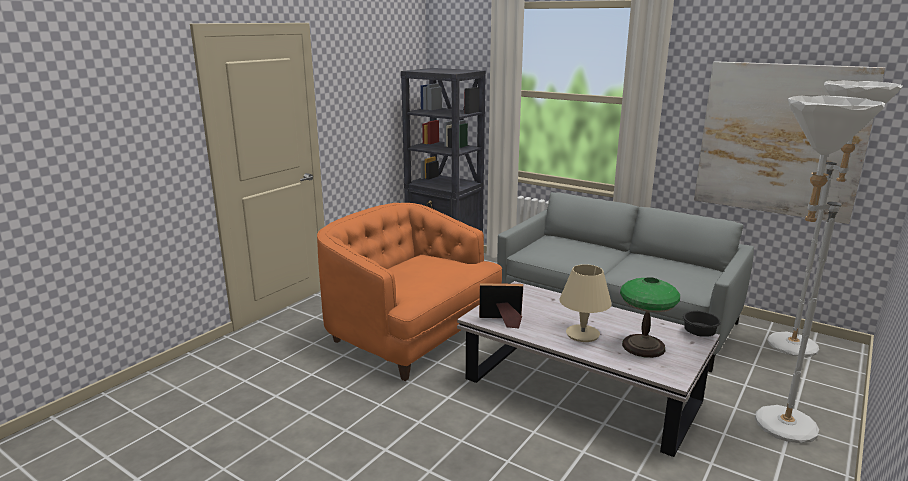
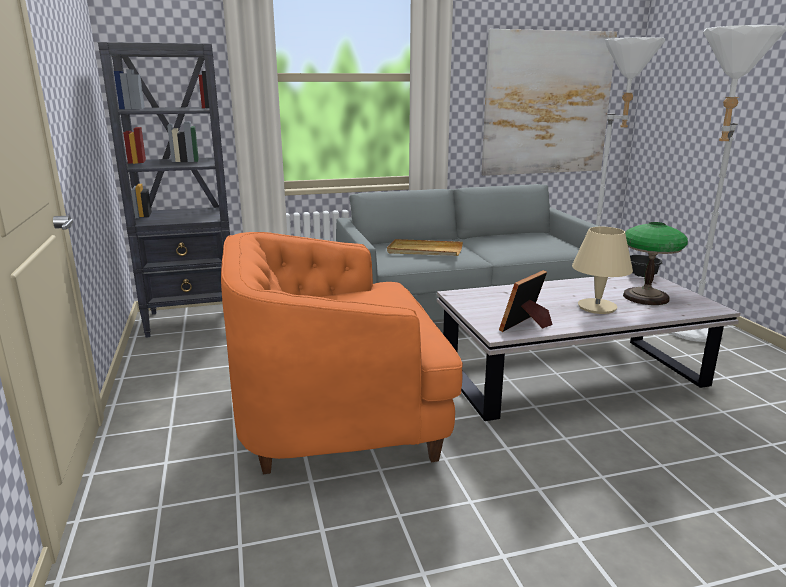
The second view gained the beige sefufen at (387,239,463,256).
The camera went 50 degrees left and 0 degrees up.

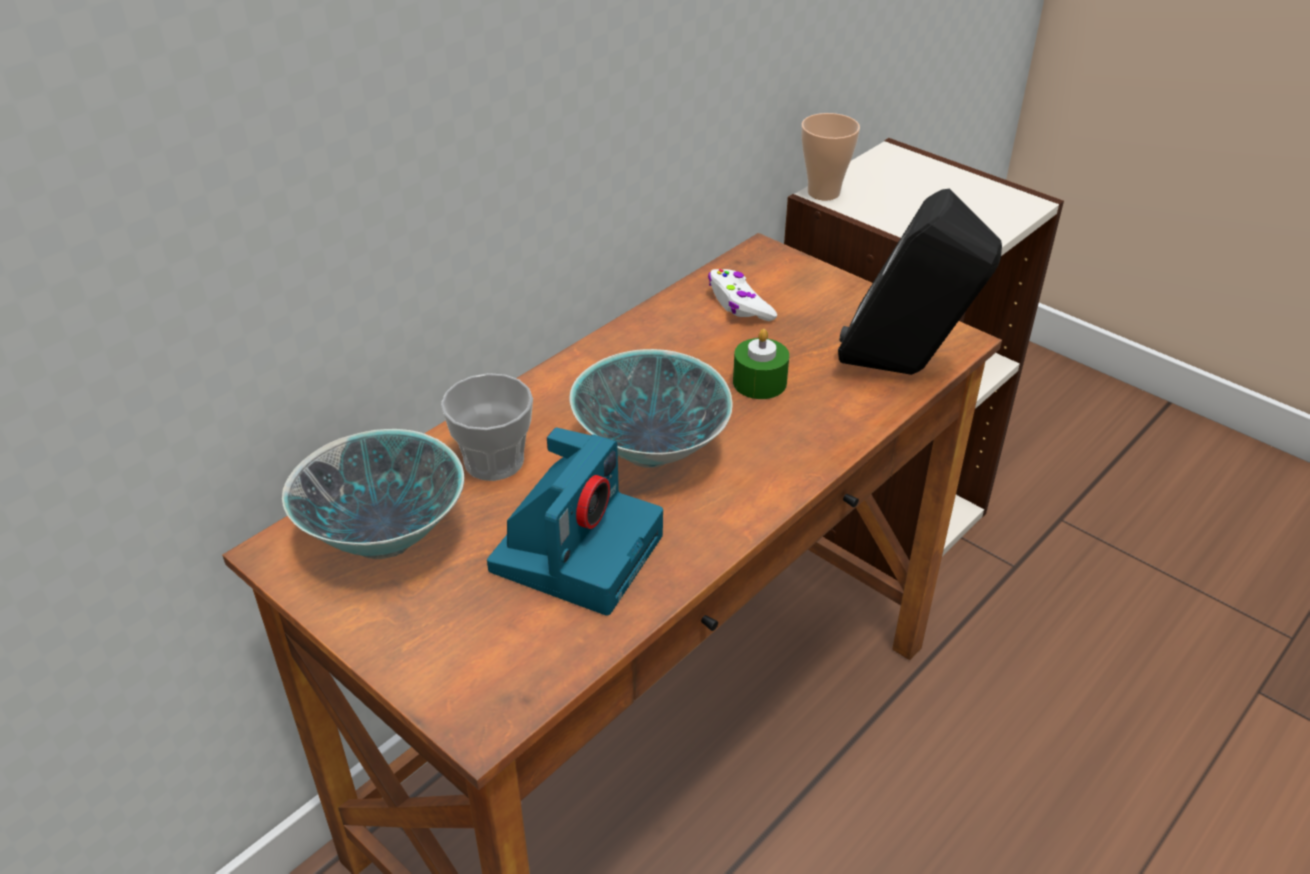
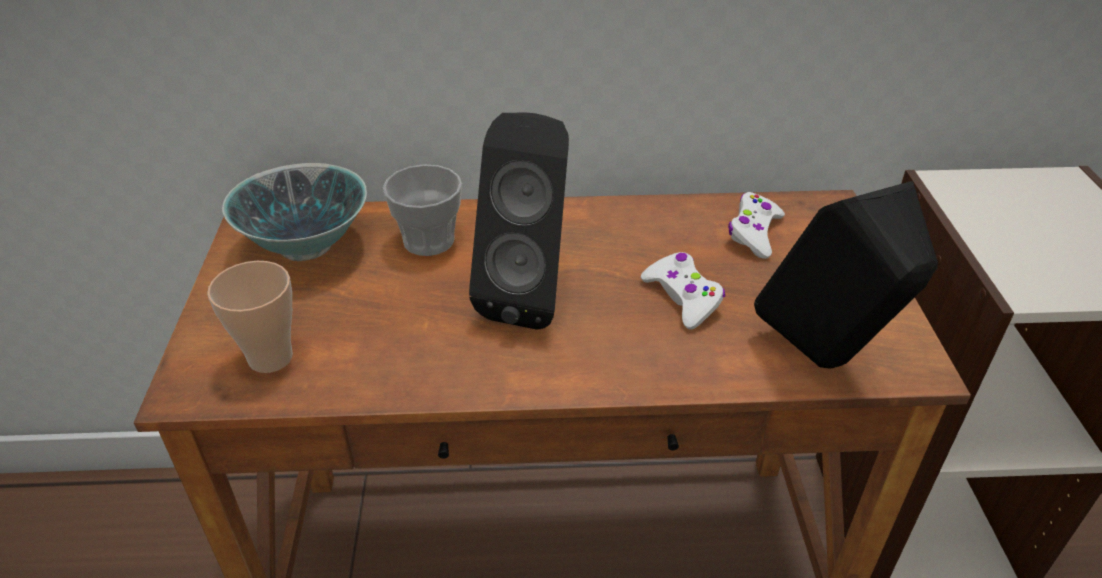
The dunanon ended up elsewhere, having gone from (801,113,860,201) to (207,261,292,373).
Where the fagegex stood at (570,349,733,468), the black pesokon came to stand at (469,112,569,330).
Where the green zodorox stood at (733,329,789,399), the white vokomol came to stand at (641,252,725,329).
The second view lost the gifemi at (487,427,663,616).
The camera went 45 degrees right and 0 degrees up.

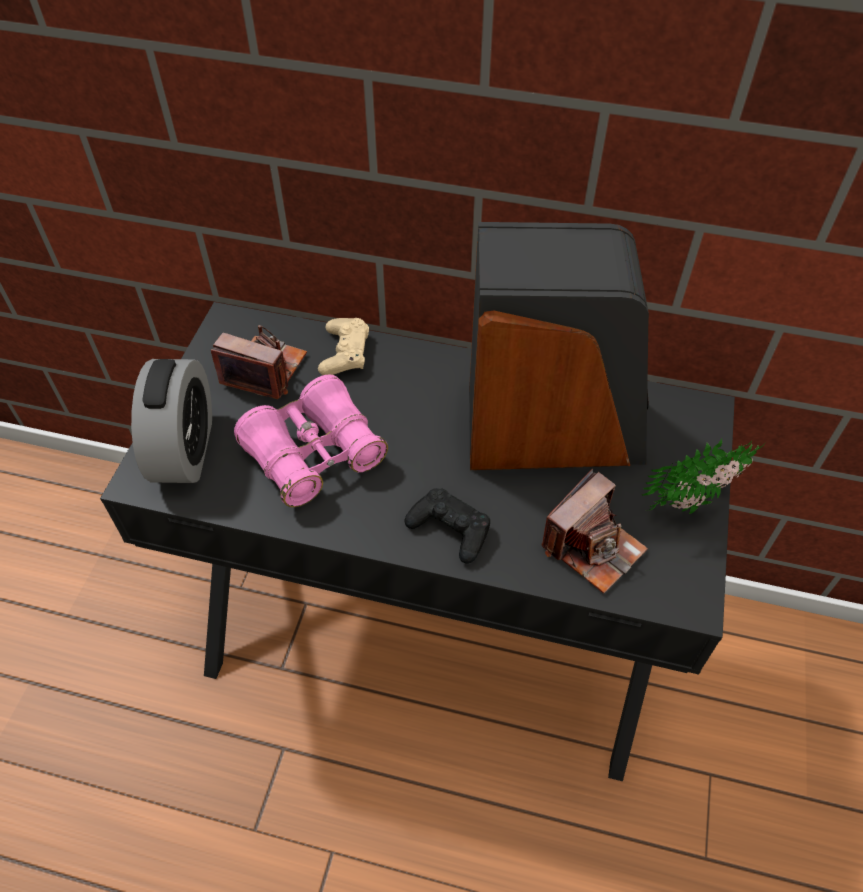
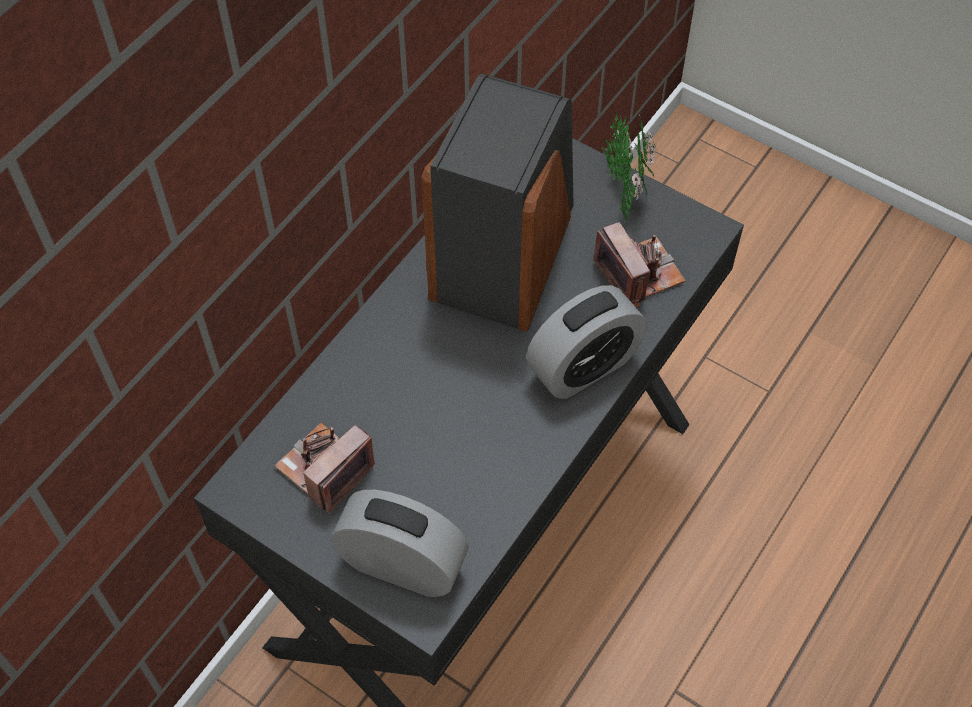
Where the black vokomol stood at (404,488,490,564), the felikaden came to stand at (526,285,647,399).
The second view lost the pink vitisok at (234,374,388,507).
The second view lost the beige vokomol at (318,318,369,375).
The camera went 70 degrees left and 5 degrees up.

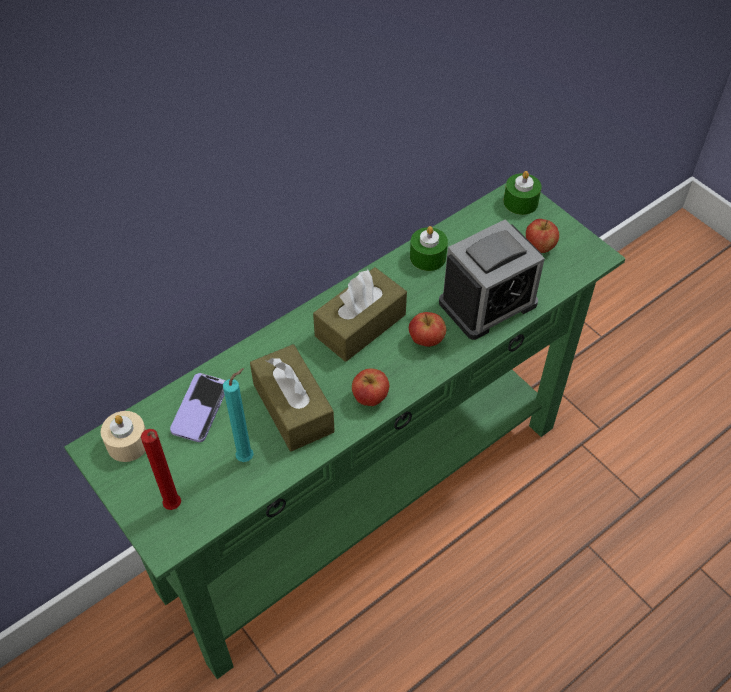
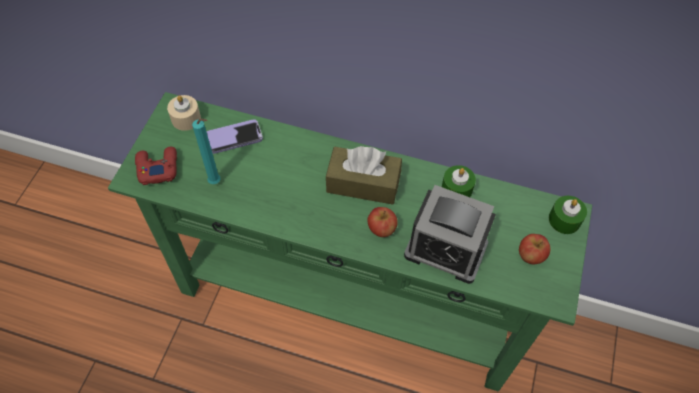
Where the red zodorox stood at (141,429,181,510), the red vokomol came to stand at (135,147,177,185).
The second view lost the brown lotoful at (250,344,335,451).
The second view lost the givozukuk at (352,368,389,406).
The camera went 55 degrees right and 5 degrees up.

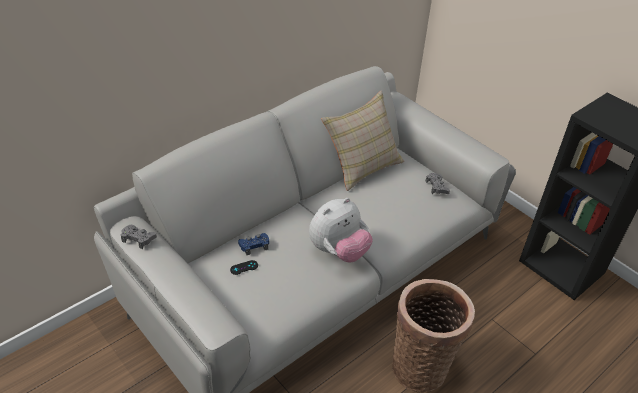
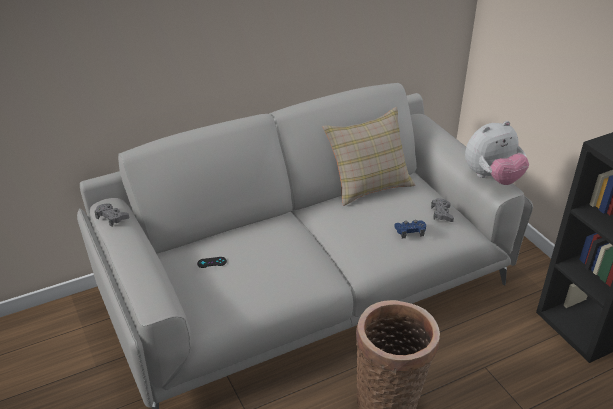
The blue vokomol ended up elsewhere, having gone from (238,233,269,255) to (394,220,426,238).
The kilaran ended up elsewhere, having gone from (309,198,373,262) to (465,121,529,185).
The camera went 15 degrees right and 5 degrees down.

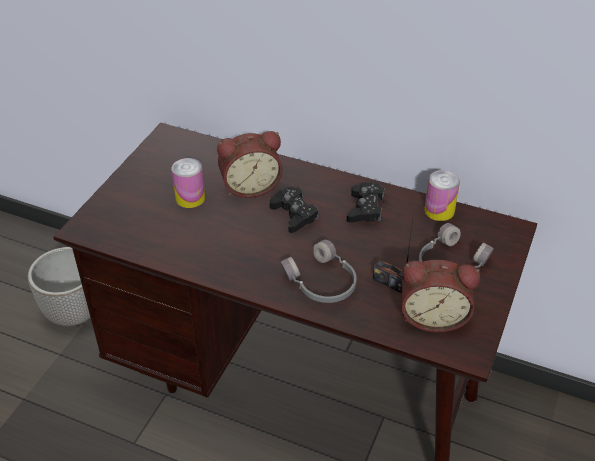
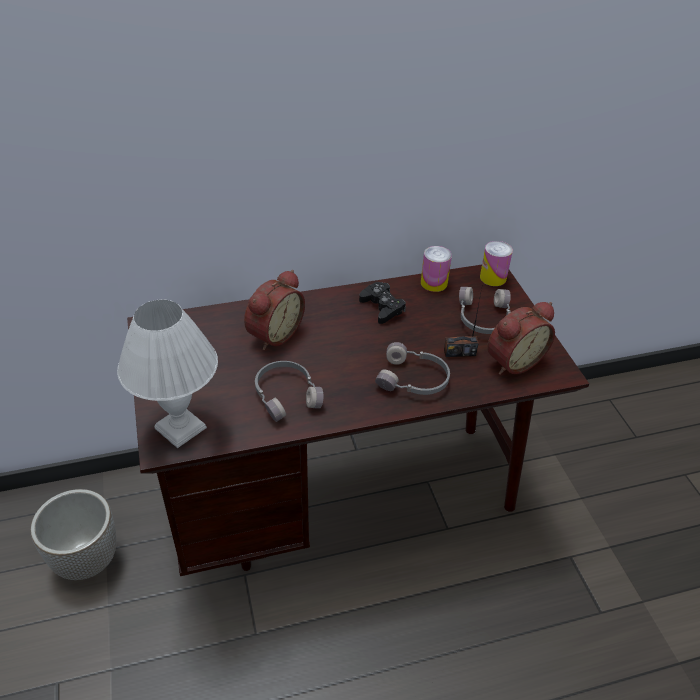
The second view gained the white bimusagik at (117,299,218,448).
The second view gained the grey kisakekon at (255,361,323,422).
The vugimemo ended up elsewhere, having gone from (172,158,205,208) to (480,241,513,286).
The second view lost the black vokomol at (270,187,319,233).
The camera went 40 degrees left and 0 degrees up.

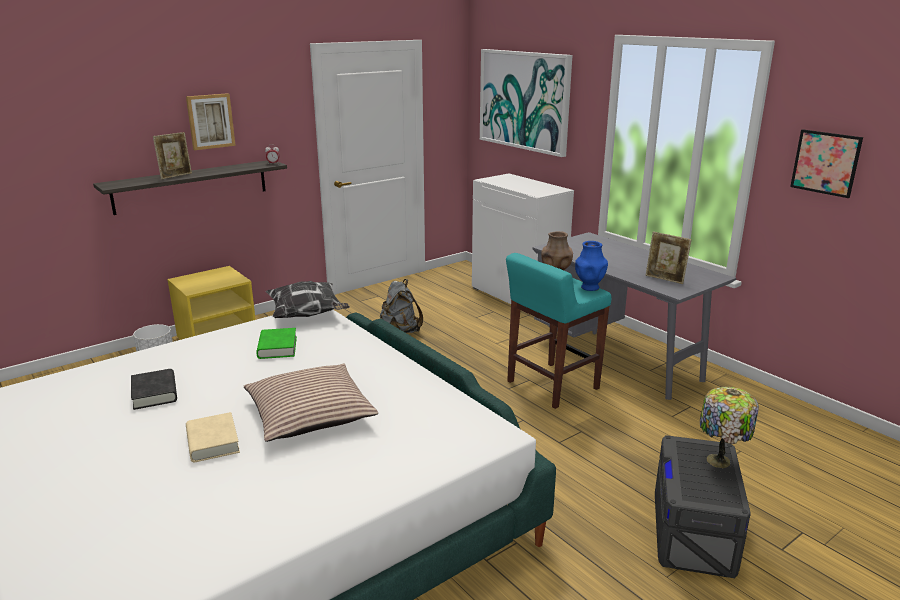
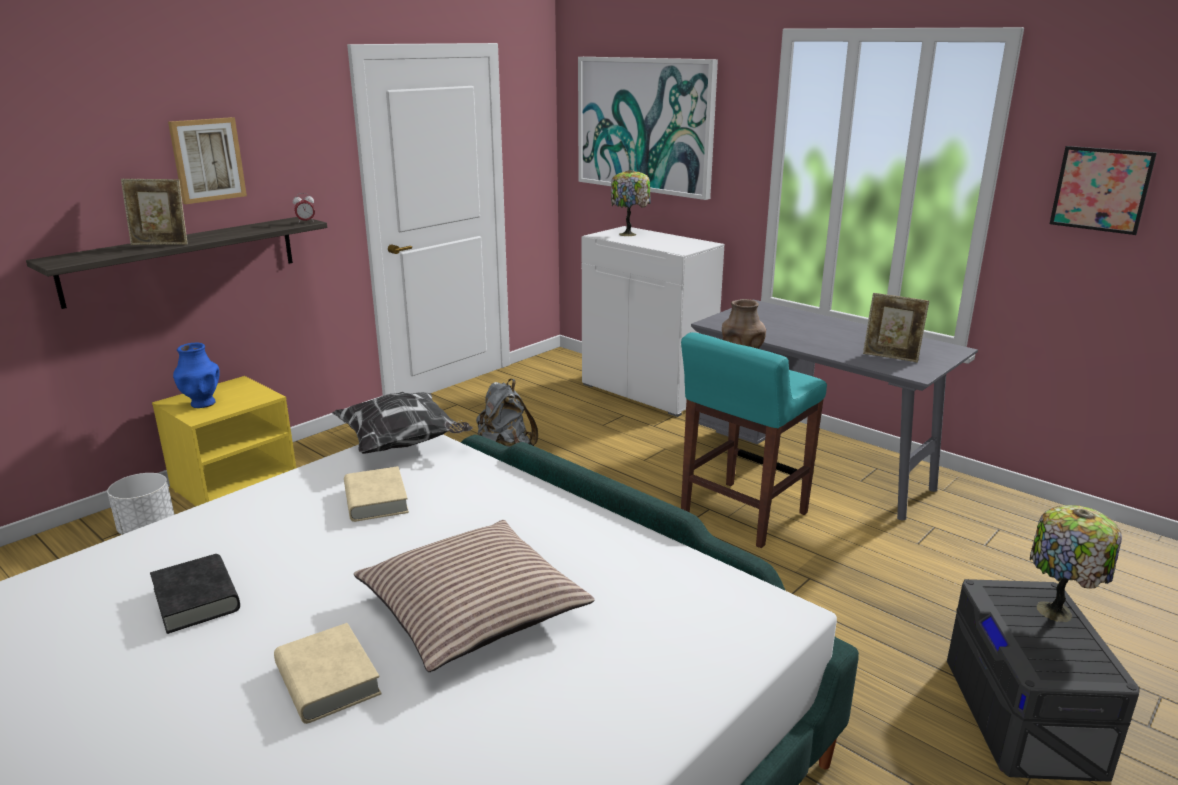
The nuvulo at (153,132,192,179) ended up facing another way, 60 degrees clockwise from before.
The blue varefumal ended up elsewhere, having gone from (575,241,608,291) to (173,343,219,408).
What was the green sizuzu at (256,328,297,359) turned into the beige sizuzu at (344,466,409,522).
The second view gained the bimusagik at (611,170,651,236).
The camera went 10 degrees left and 0 degrees up.

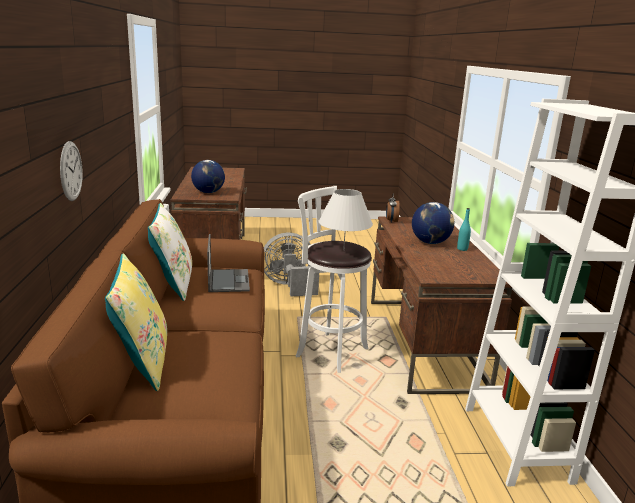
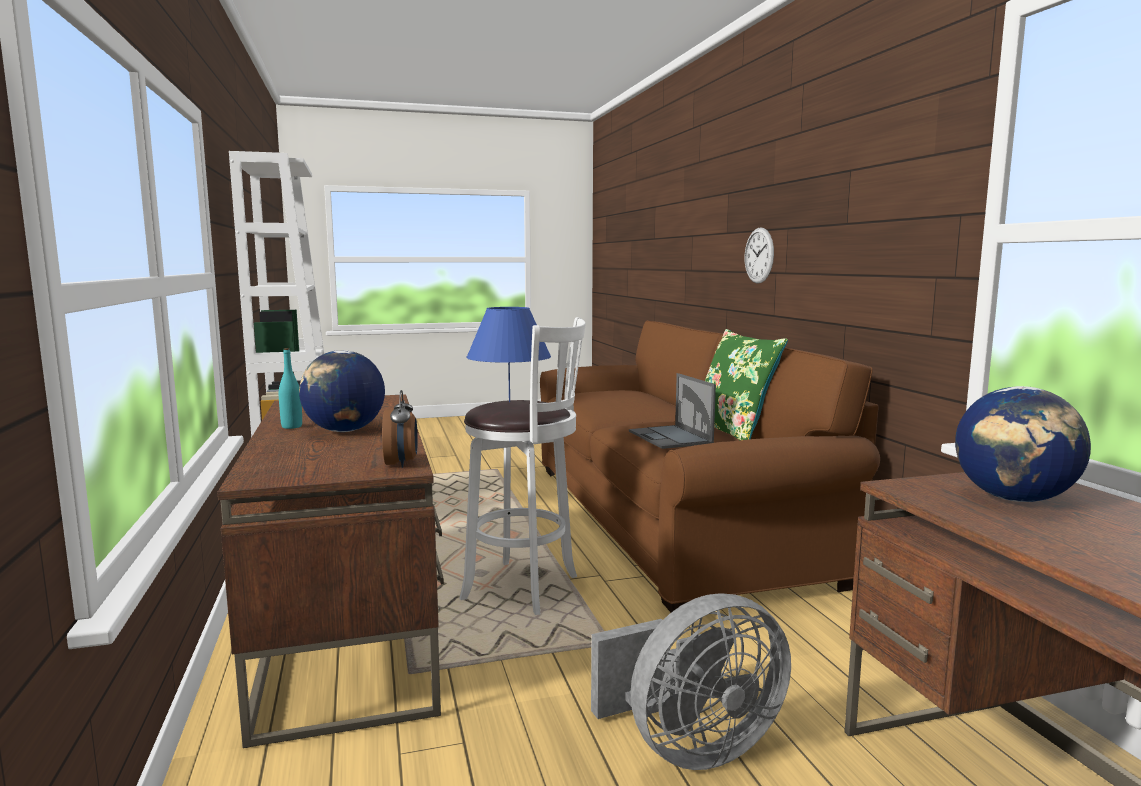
What was the white bimusagik at (319,189,373,251) turned into the blue bimusagik at (466,307,551,402).
What was the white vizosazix at (148,203,192,301) turned into the green vizosazix at (705,329,788,440).
The second view lost the yellow vizosazix at (105,253,167,391).
The camera went 170 degrees right and 10 degrees down.

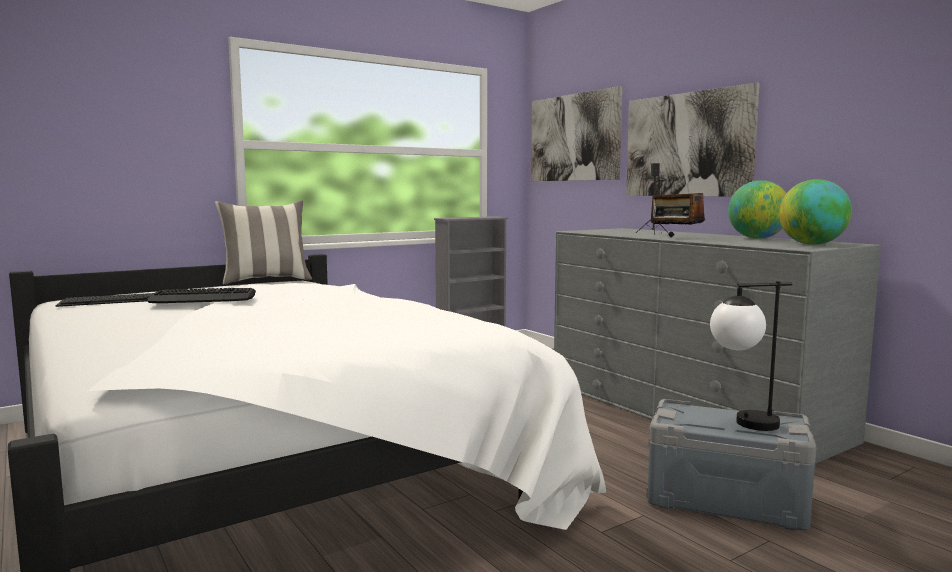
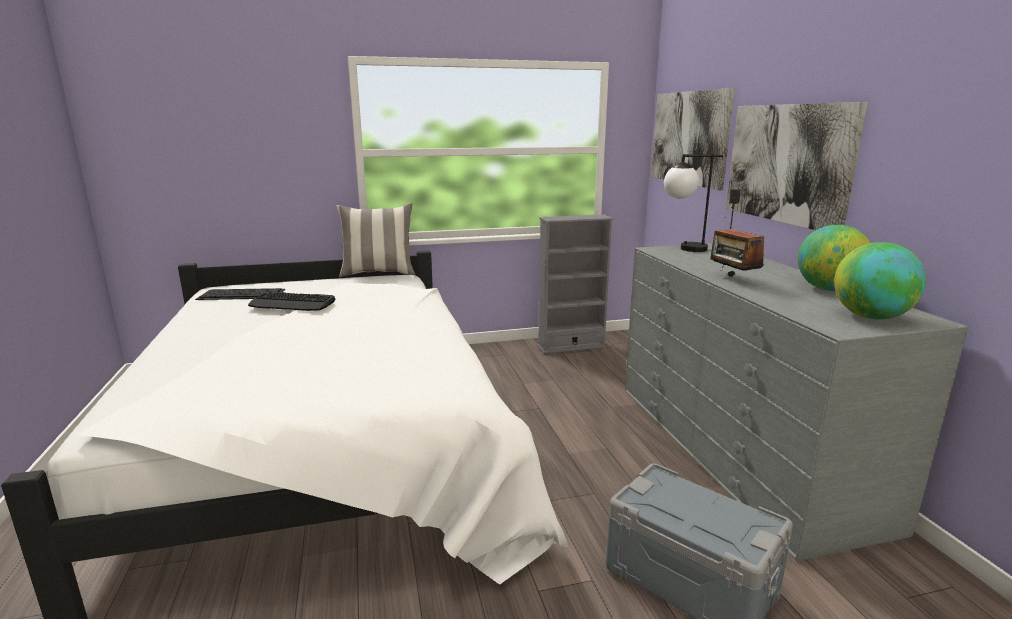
The bimusagik ended up elsewhere, having gone from (710,281,792,431) to (664,154,723,252).
The camera went 20 degrees right and 10 degrees up.

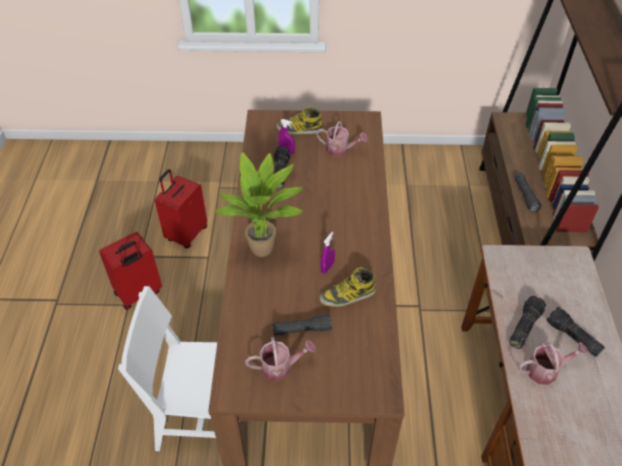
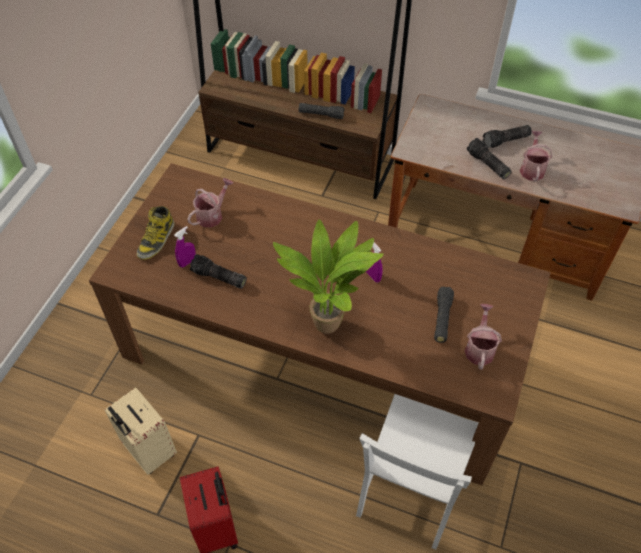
What was the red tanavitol at (155,169,207,248) turned into the beige tanavitol at (104,387,177,475).
The second view lost the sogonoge at (319,267,376,307).
The camera went 70 degrees left and 5 degrees up.

